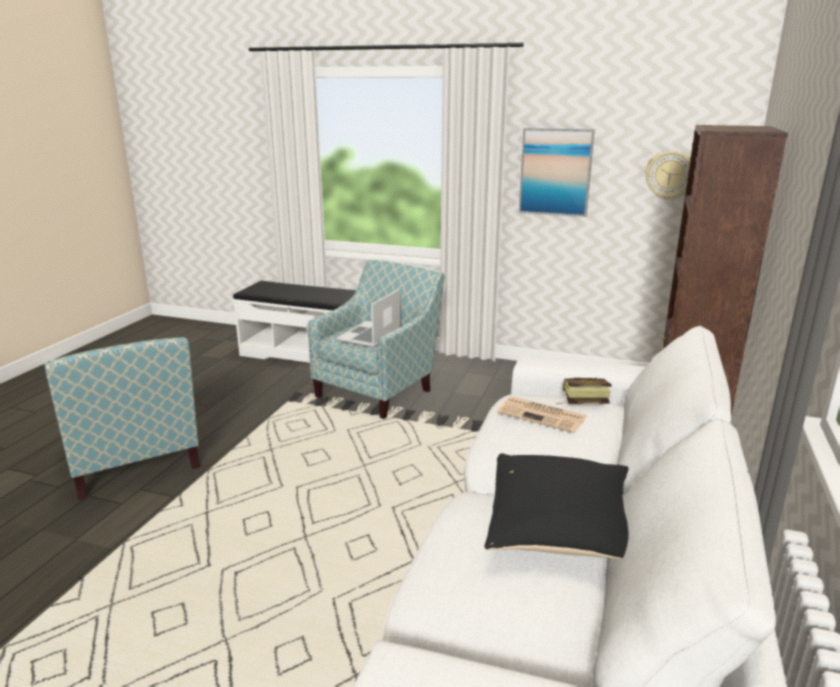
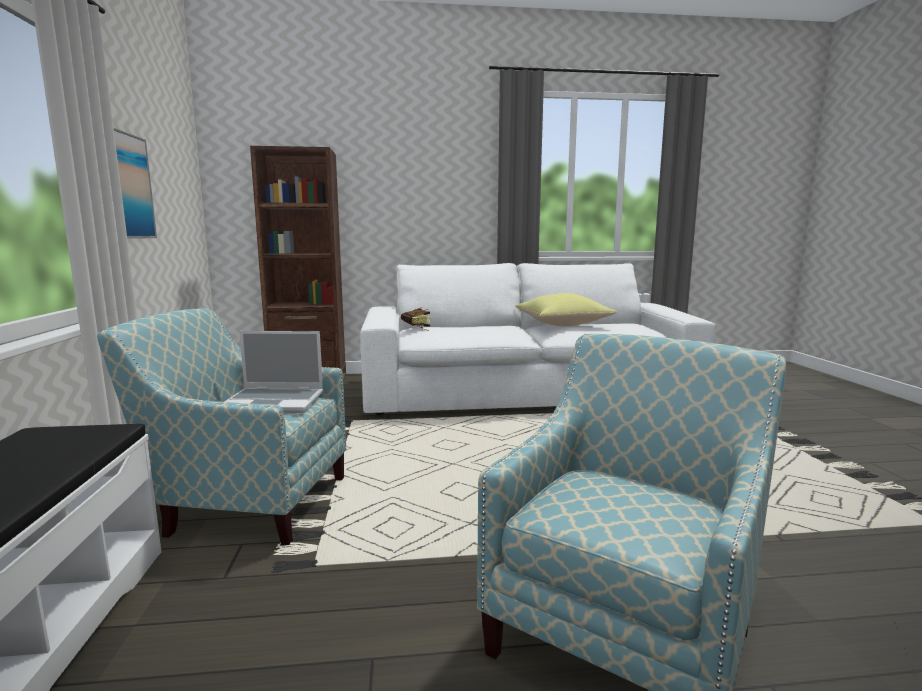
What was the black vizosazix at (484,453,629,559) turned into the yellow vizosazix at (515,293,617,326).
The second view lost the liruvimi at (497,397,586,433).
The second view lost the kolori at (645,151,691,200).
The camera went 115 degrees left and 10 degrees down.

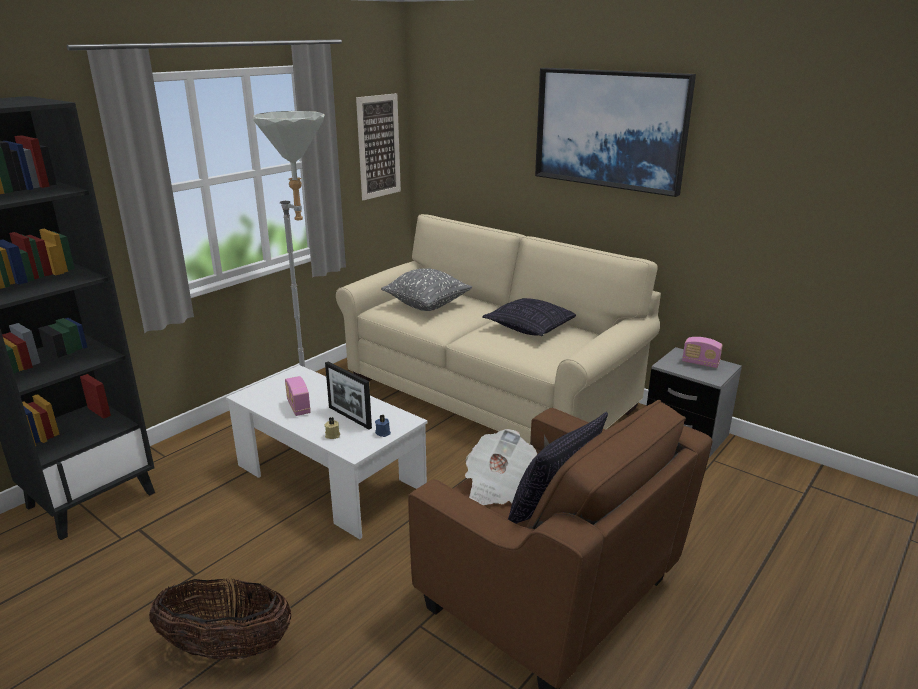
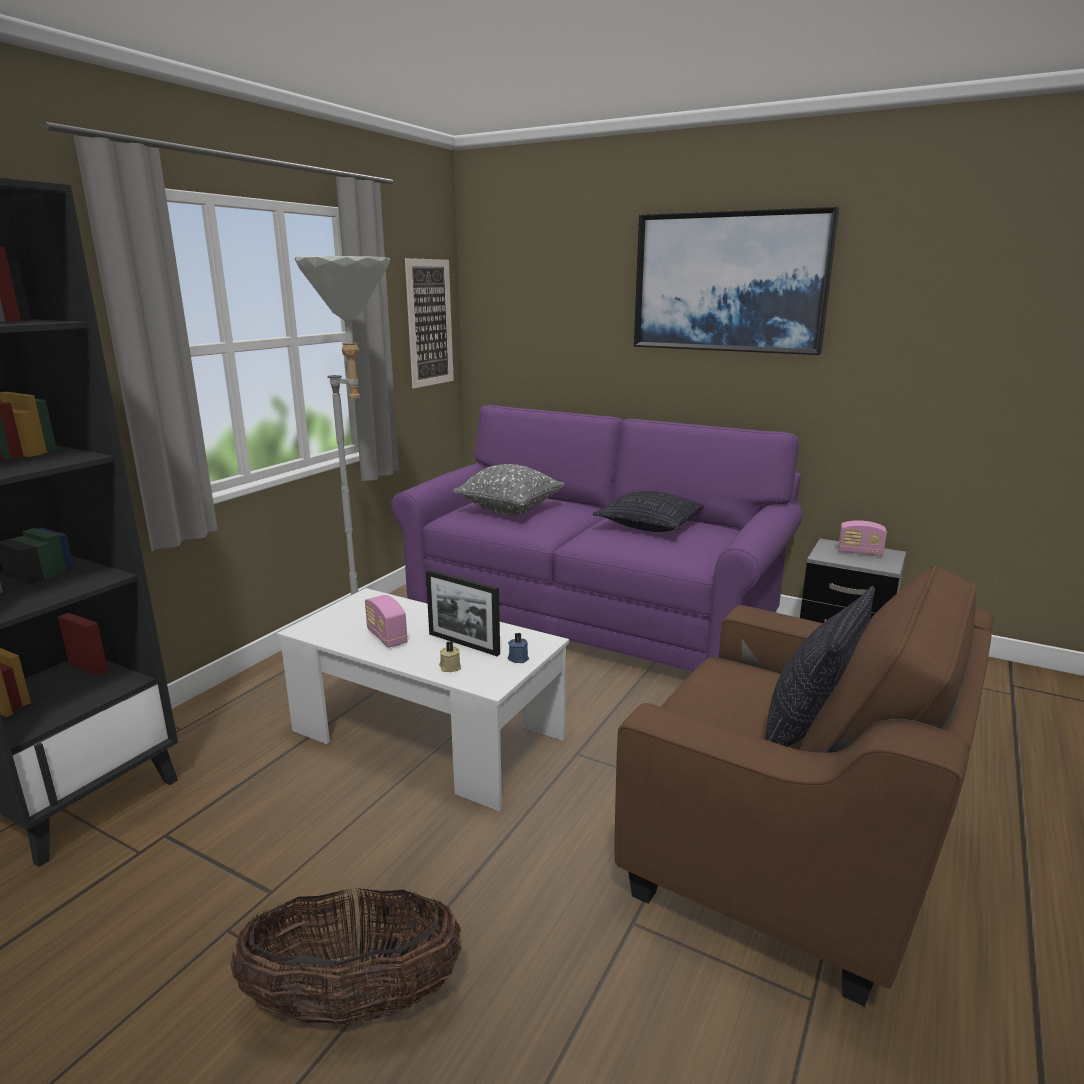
What was the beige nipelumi at (336,214,661,444) turned into the purple nipelumi at (391,405,802,672).
The second view lost the liruvimi at (465,429,537,505).
The camera went 10 degrees left and 5 degrees down.

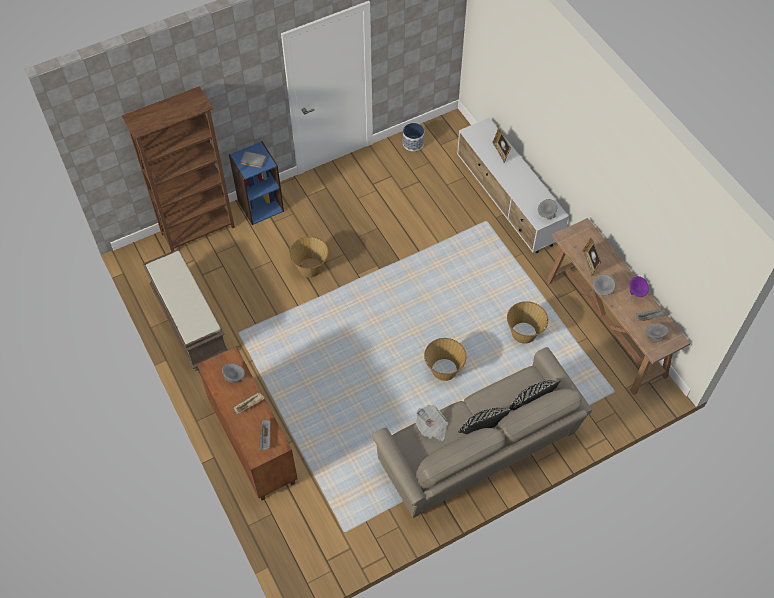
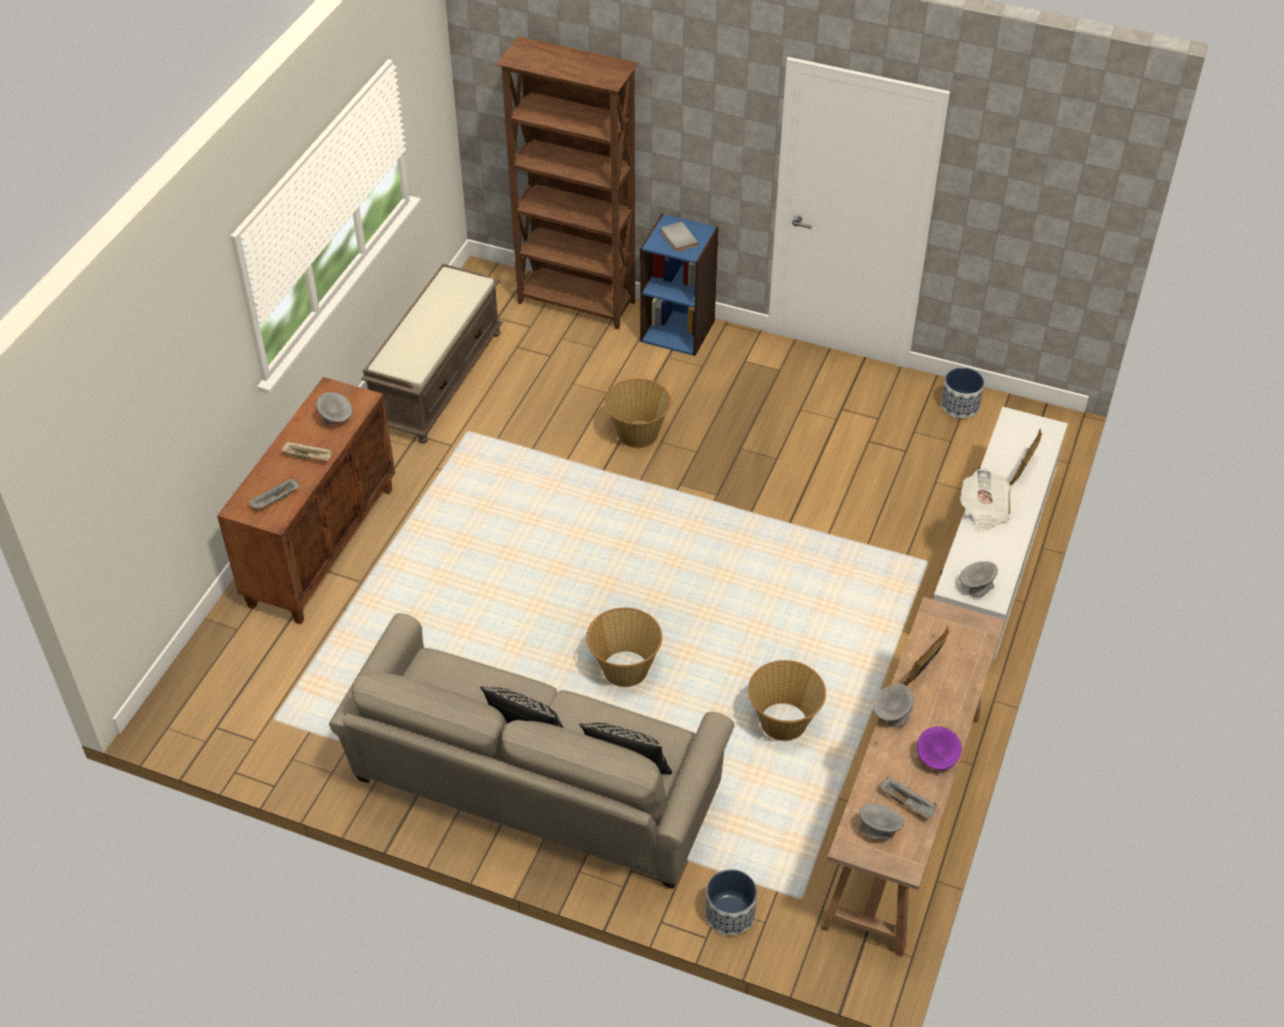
The second view gained the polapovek at (706,869,757,936).
The liruvimi ended up elsewhere, having gone from (416,405,448,441) to (960,468,1012,532).
The camera went 50 degrees right and 10 degrees down.

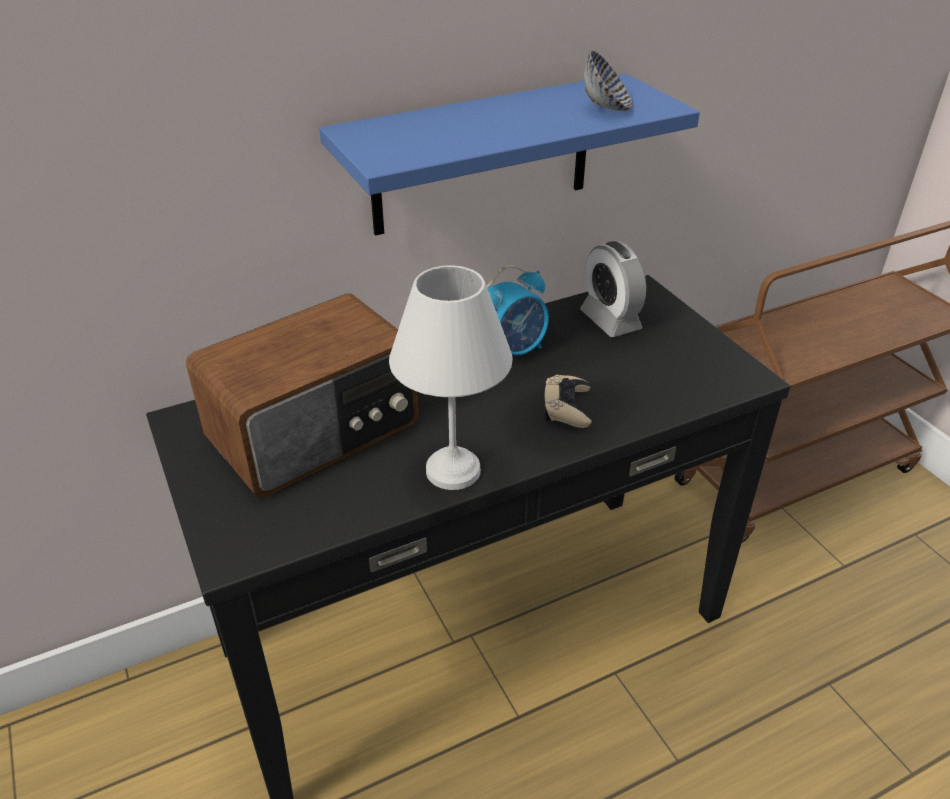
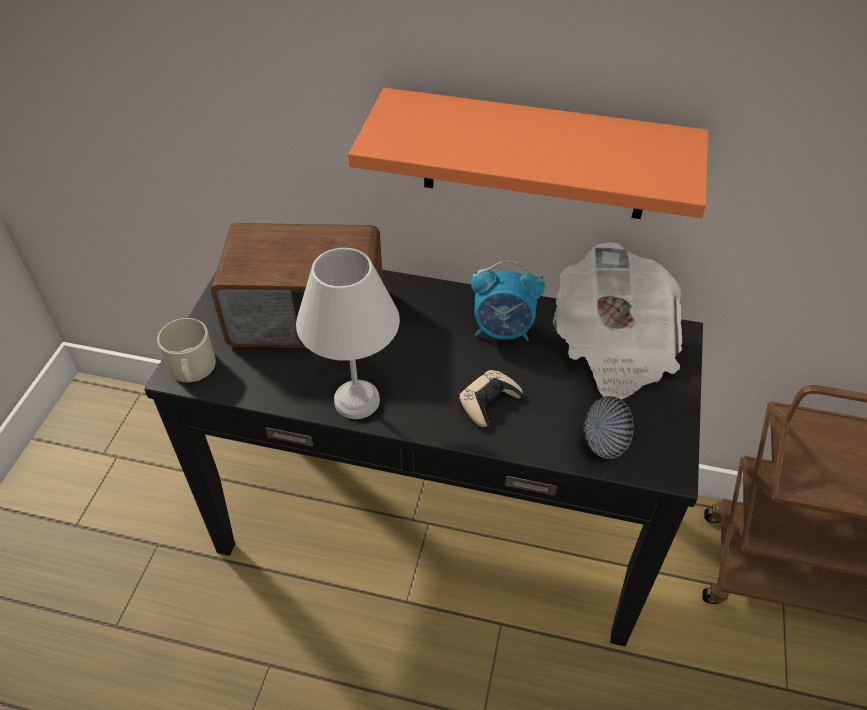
The second view gained the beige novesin at (157,318,216,382).
What was the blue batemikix at (319,74,700,236) turned into the orange batemikix at (348,88,709,219).
Where the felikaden stood at (580,241,646,337), the liruvimi came to stand at (553,242,682,399).
The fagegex ended up elsewhere, having gone from (584,51,633,111) to (584,396,634,459).
The camera went 40 degrees right and 10 degrees up.

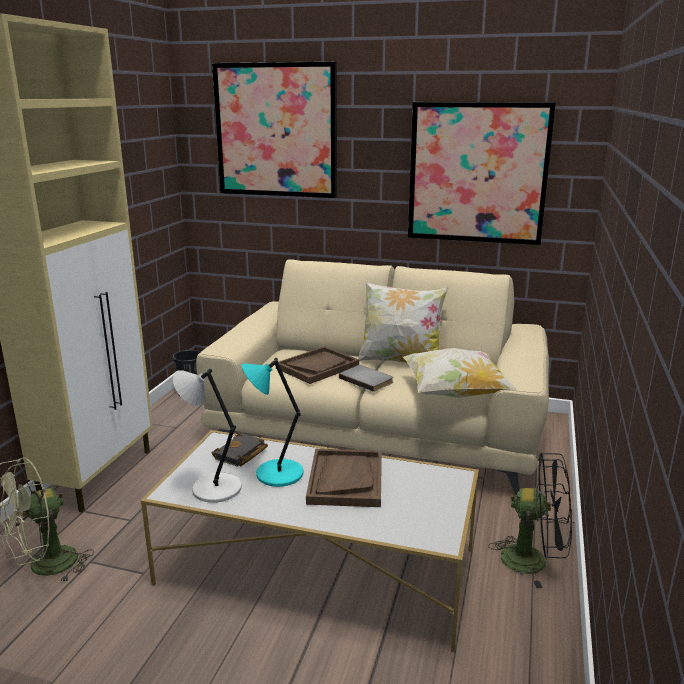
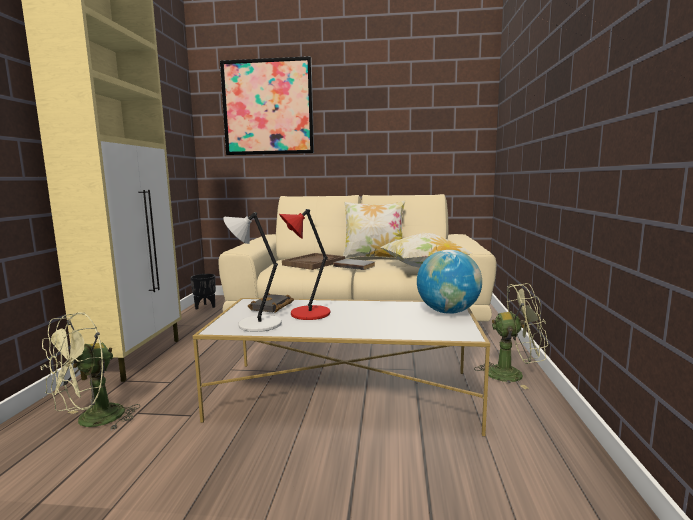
What was the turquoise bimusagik at (241,358,303,487) turned into the red bimusagik at (279,209,330,320).
The second view gained the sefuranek at (417,250,482,314).
What was the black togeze at (488,453,572,588) turned into the green togeze at (474,283,549,389).
The second view lost the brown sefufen at (306,449,382,507).
The second view lost the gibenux at (408,102,556,245).
The camera went 10 degrees left and 10 degrees down.

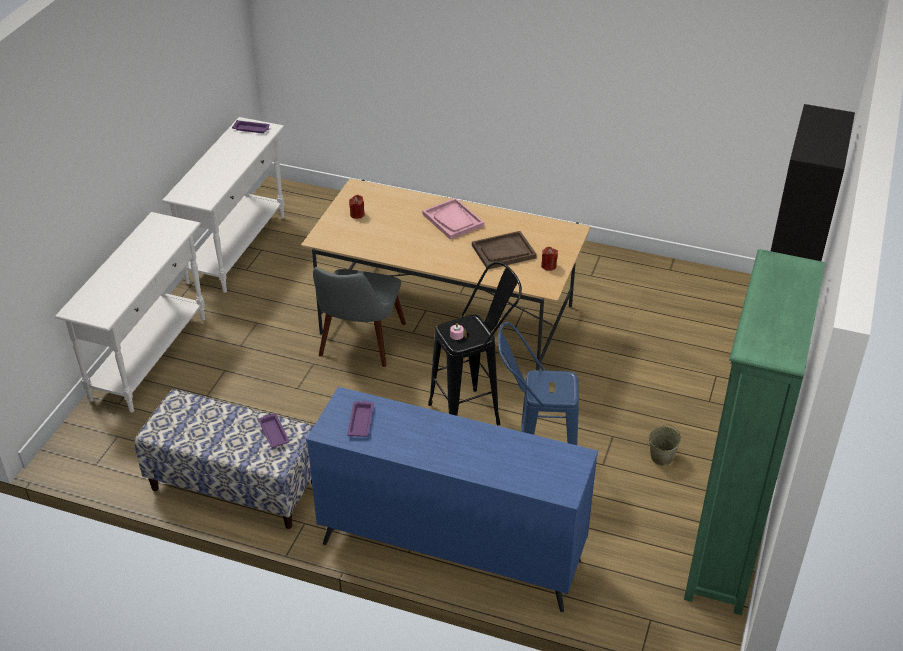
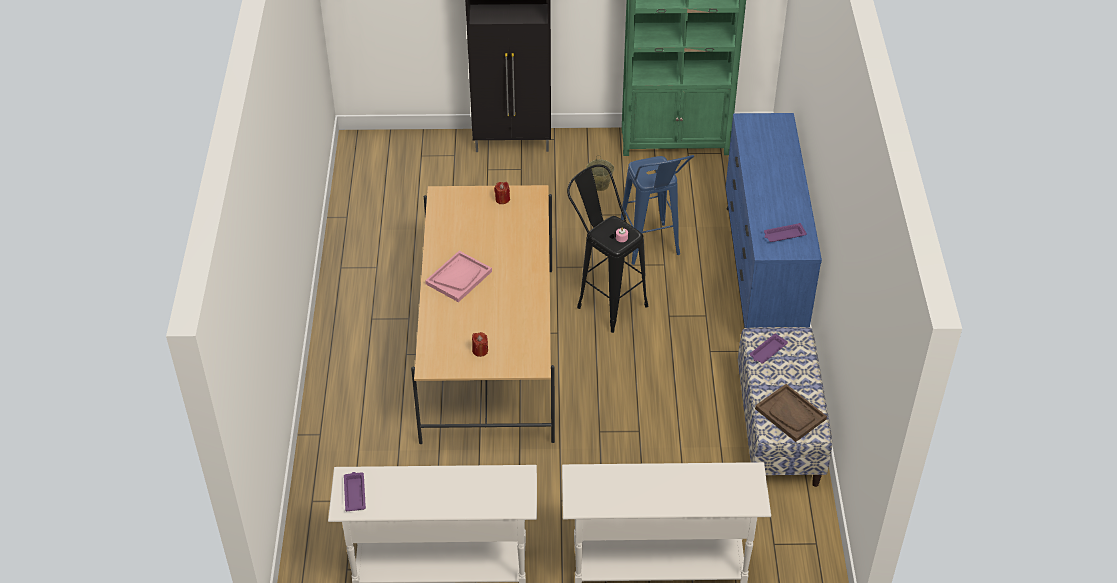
The brown sefufen ended up elsewhere, having gone from (472,231,537,269) to (755,384,827,442).
The second view lost the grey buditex at (313,267,406,367).
The camera went 110 degrees left and 5 degrees up.

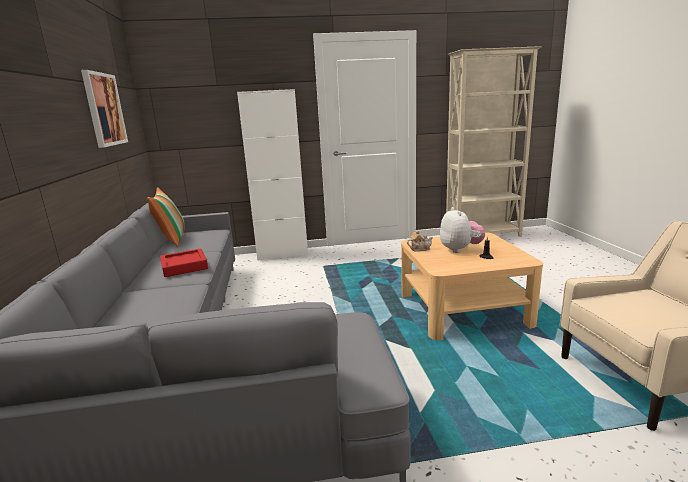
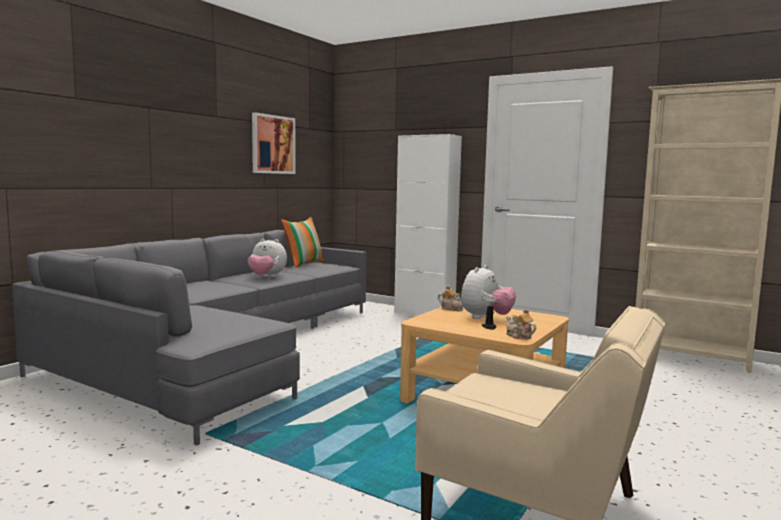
Where the red sefufen stood at (160,248,208,277), the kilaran came to stand at (248,238,287,277).
The second view gained the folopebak at (506,308,536,339).
The camera went 40 degrees right and 10 degrees down.

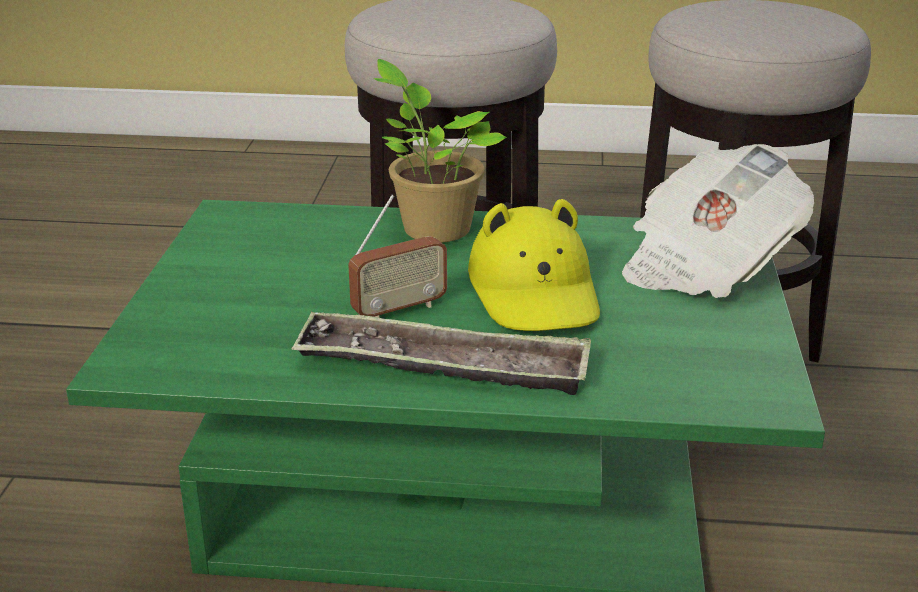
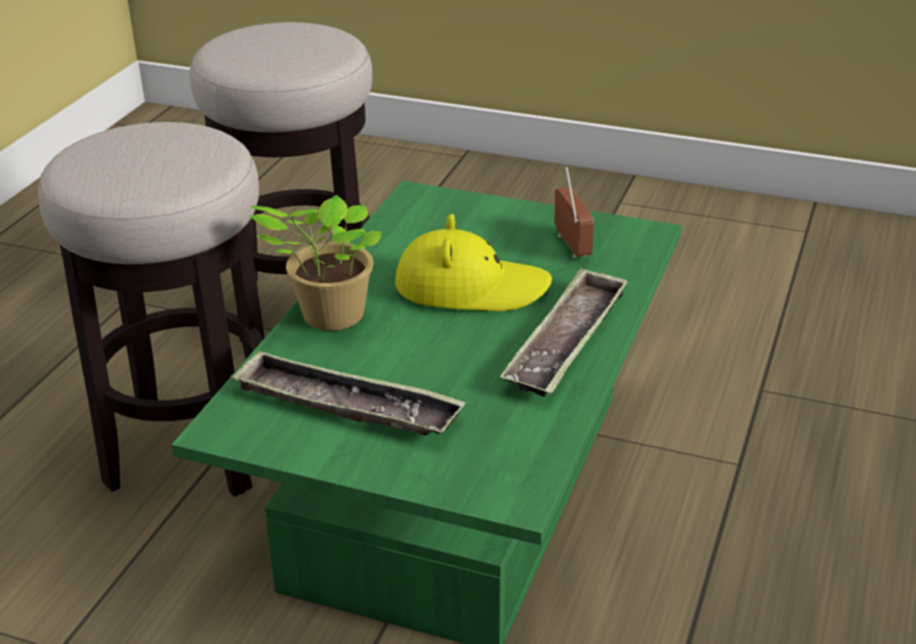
The second view gained the sefufen at (230,350,466,436).
The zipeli ended up elsewhere, having gone from (348,195,447,318) to (554,167,594,258).
The second view lost the liruvimi at (622,144,814,298).
The camera went 75 degrees left and 5 degrees up.

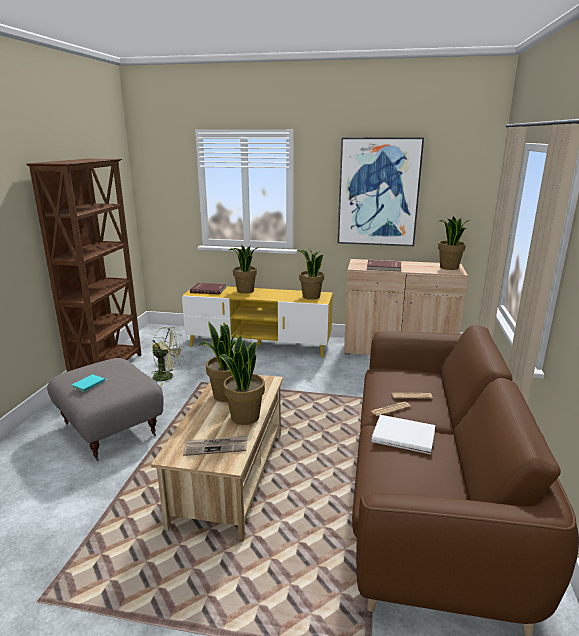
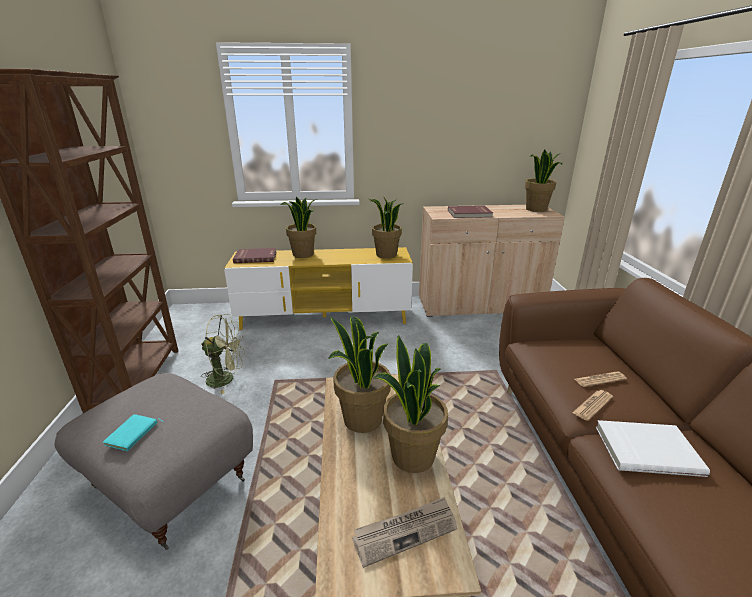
The second view lost the gibenux at (338,137,424,246).
The camera went 15 degrees left and 5 degrees up.

